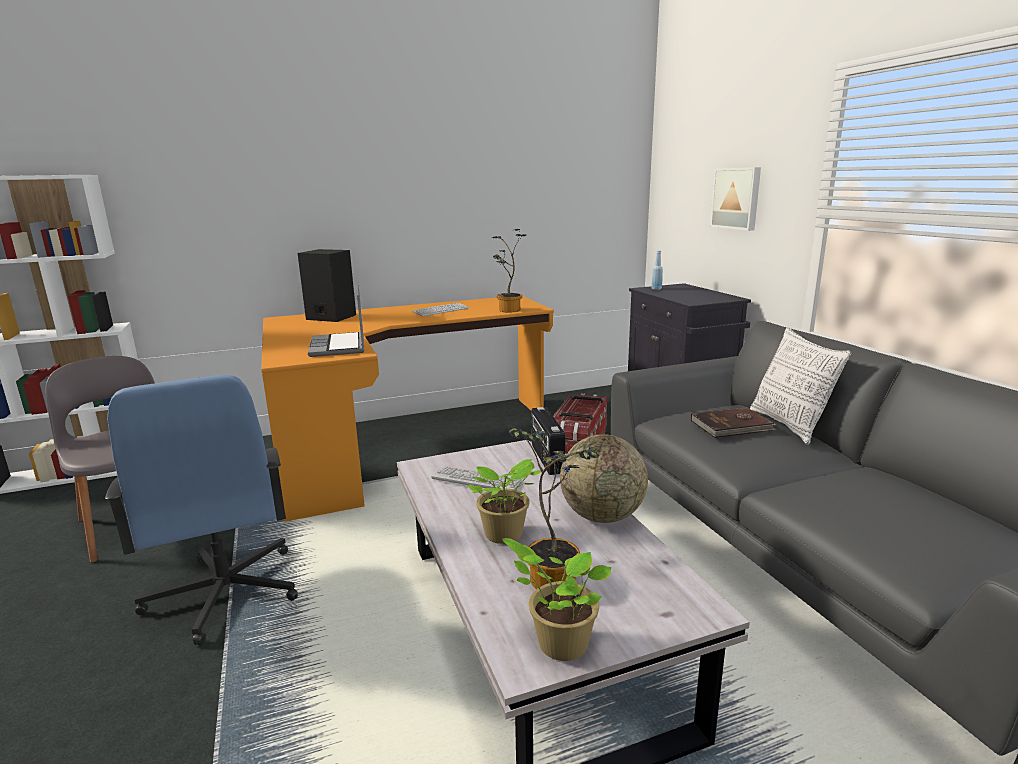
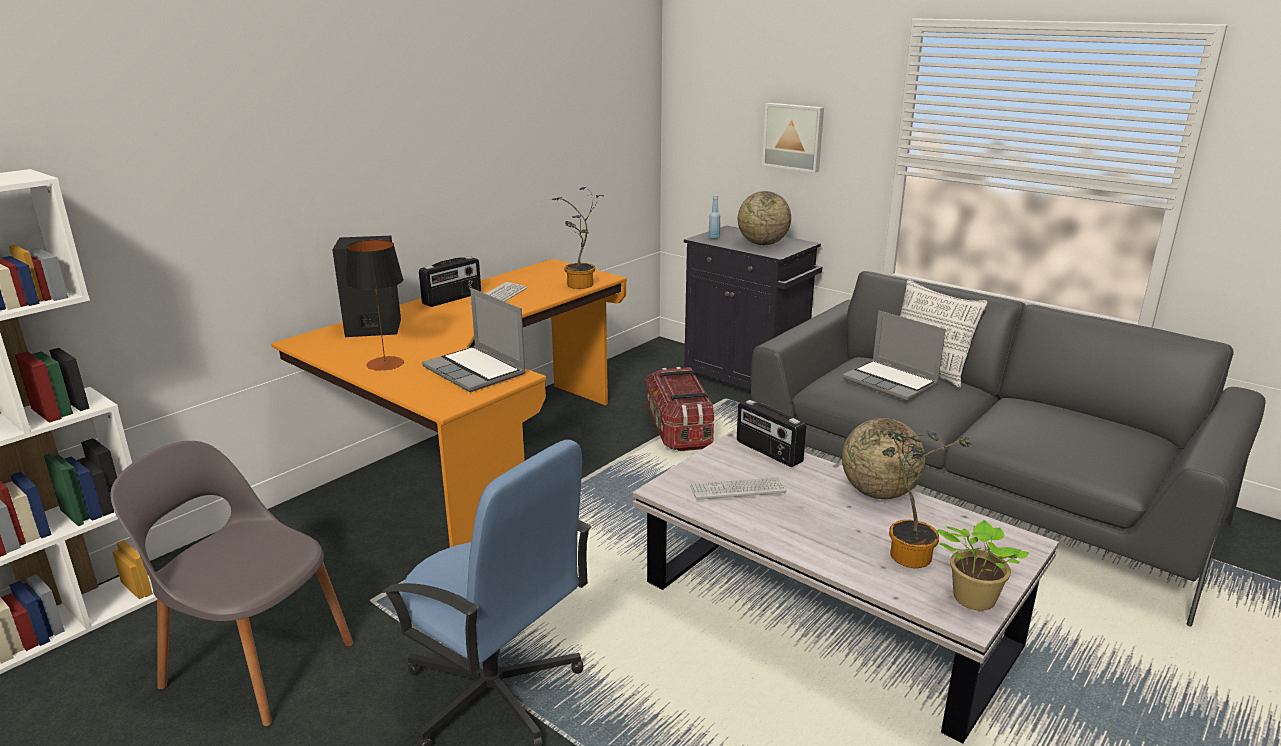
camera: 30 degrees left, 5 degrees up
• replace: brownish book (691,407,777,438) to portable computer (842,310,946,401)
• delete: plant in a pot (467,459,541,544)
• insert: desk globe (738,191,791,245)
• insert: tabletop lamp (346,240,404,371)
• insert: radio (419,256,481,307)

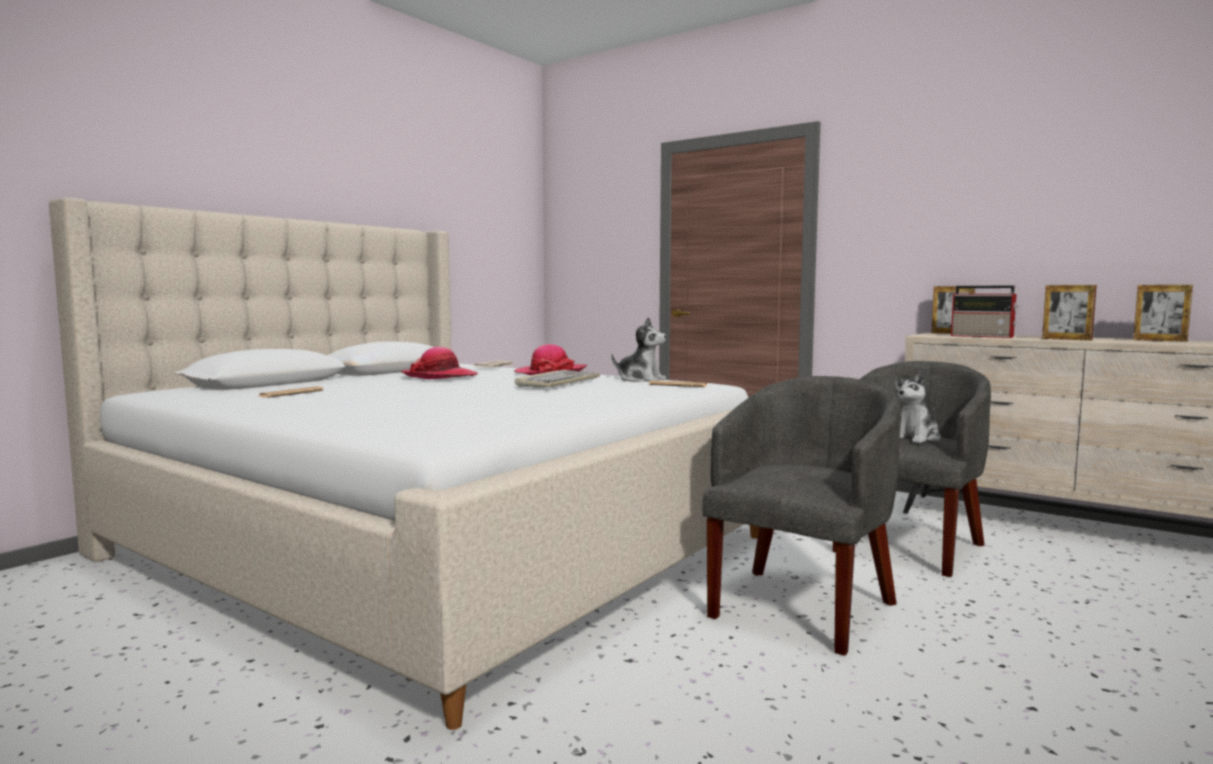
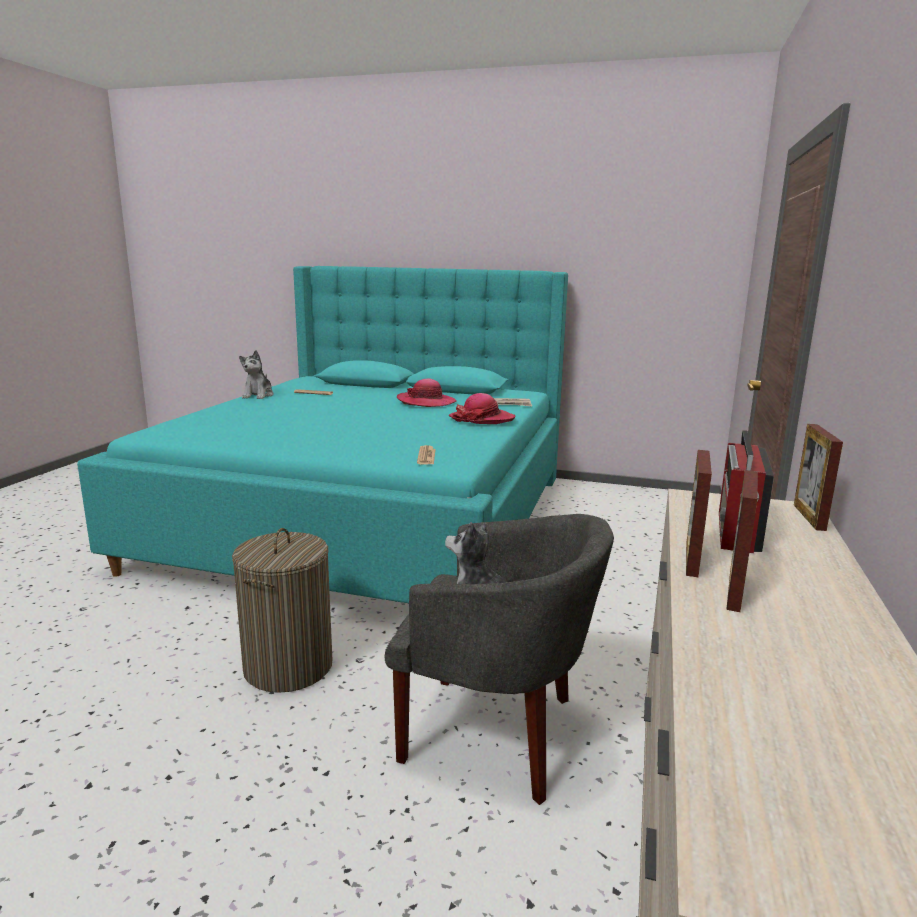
camera: 70 degrees right, 10 degrees up
• recolor: beige-coloured bed (49,197,759,730) to blue-green bed (77,266,568,603)
• move: picture frame (1133,285,1193,342) to (686,450,712,577)
• move: plush toy (611,317,667,382) to (239,350,274,399)
• delete: PC keyboard (515,370,600,387)
• replace: grey armchair (702,376,901,656) to laundry basket (232,528,332,693)

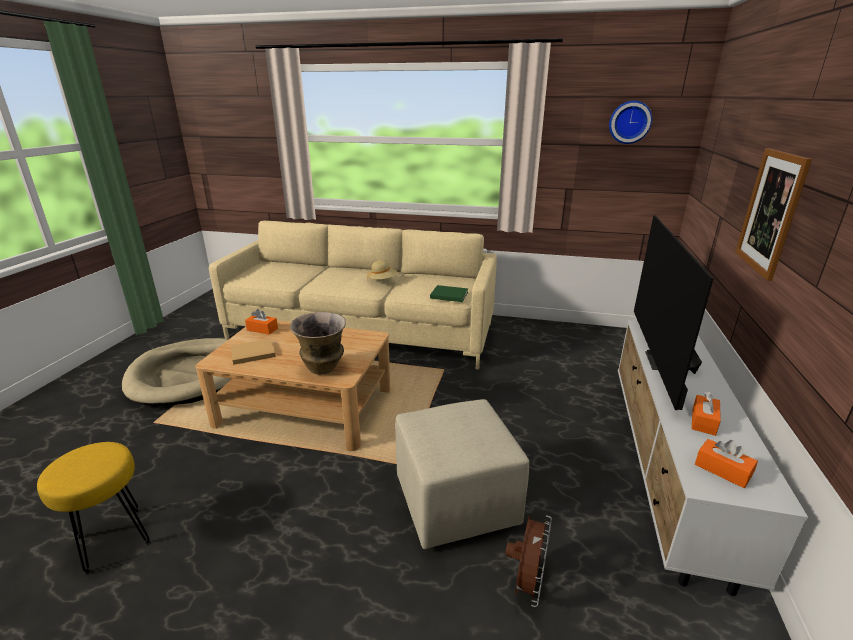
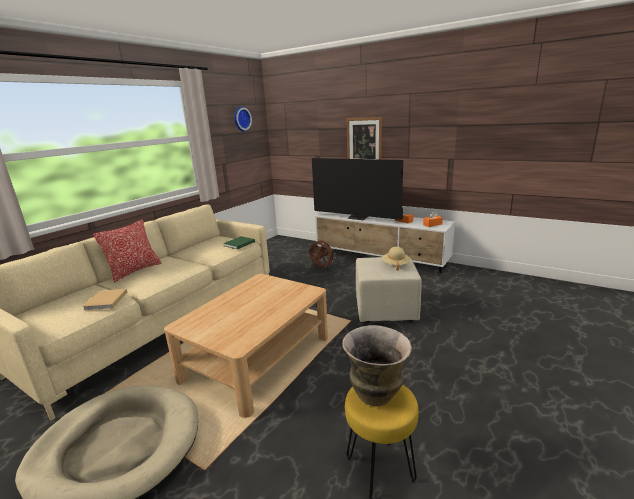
camera: 70 degrees left, 5 degrees down
• move: beige-coloured wearable hat (367,260,397,281) to (382,247,410,271)
• delete: orange-coloured tissue box (245,309,278,335)
• move: vase (290,312,346,375) to (342,325,412,406)
• move: beige-coloured book (231,339,276,365) to (82,289,127,310)
• move: brownish fan (505,515,552,607) to (309,239,335,268)
• insert: throw pillow (93,220,162,283)

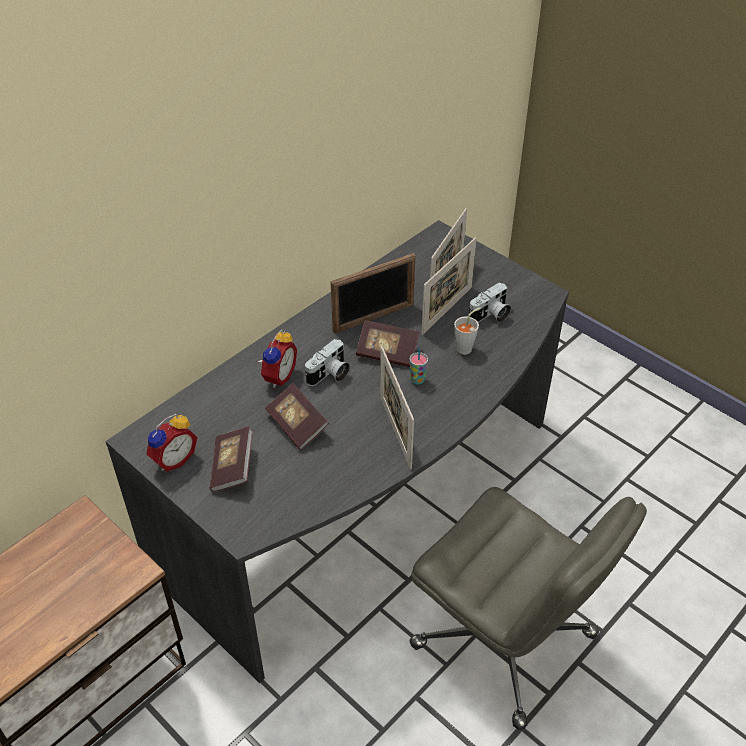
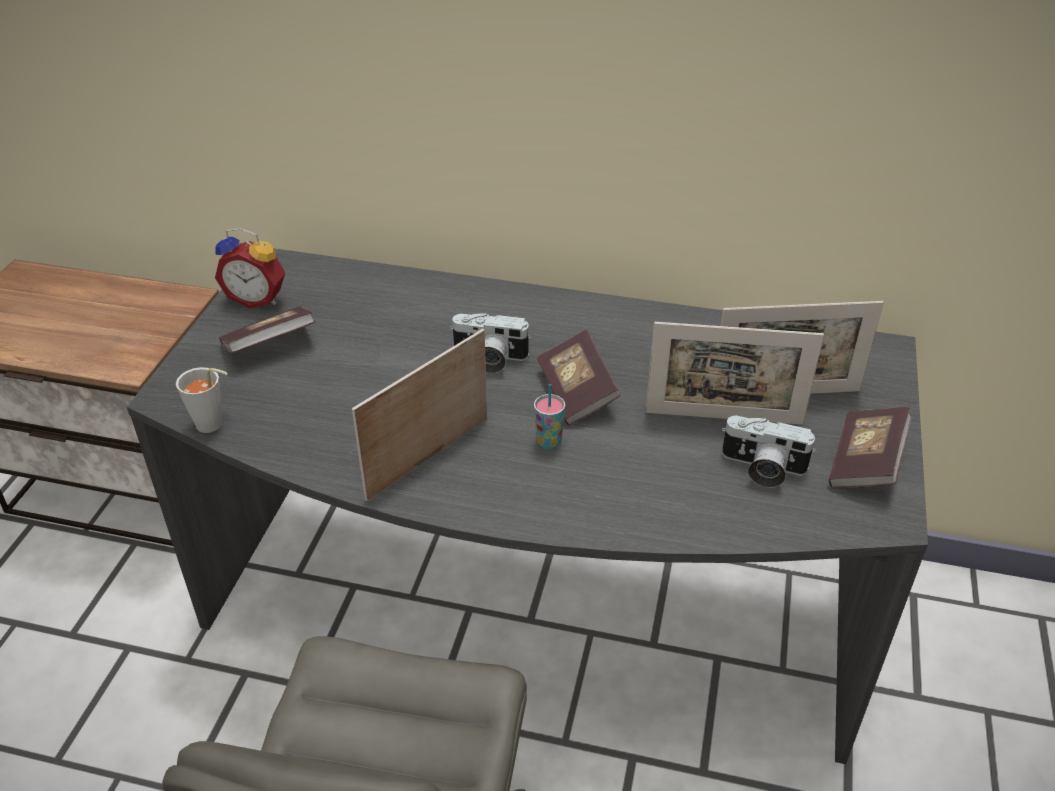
camera: 60 degrees right, 5 degrees down
• delete: picture frame (331,253,415,334)
• move: grey small cup (454,307,481,355) to (176,367,228,433)
• delete: table clock (258,329,297,388)
• move: book (265,383,329,450) to (829,407,912,488)

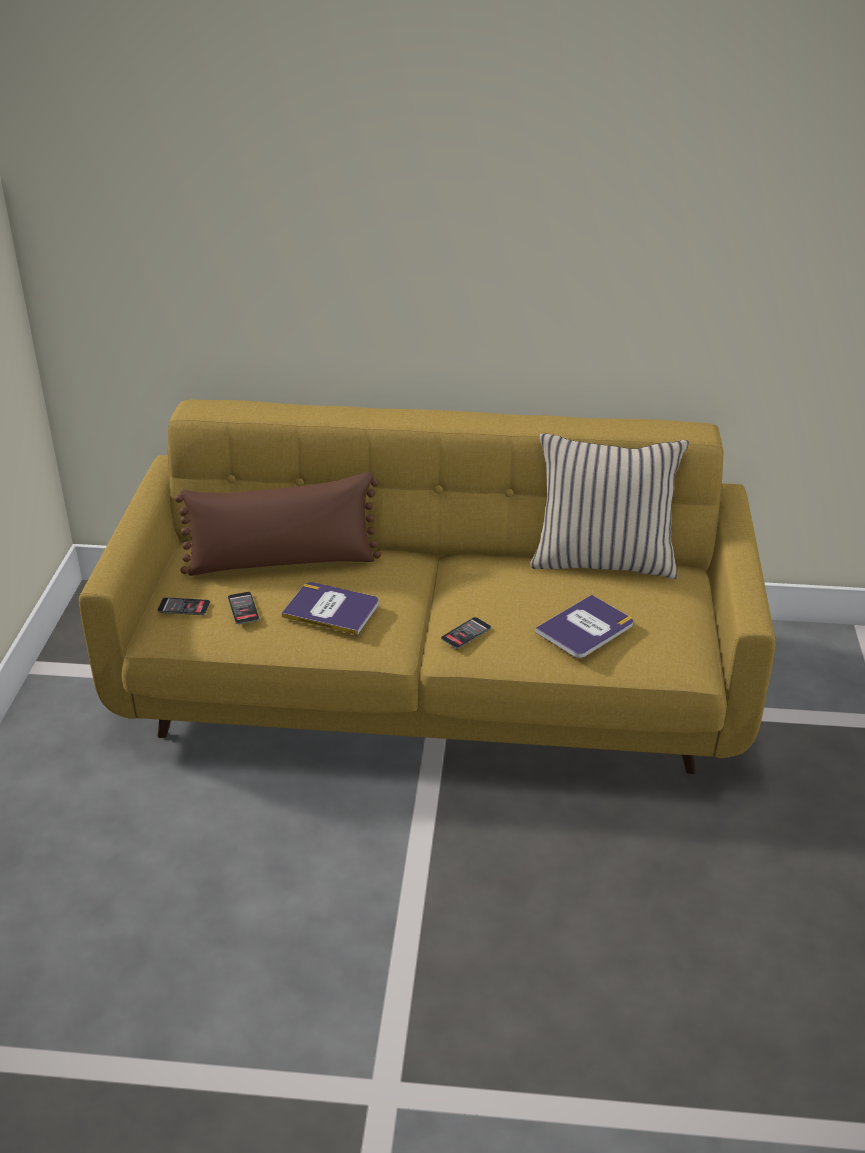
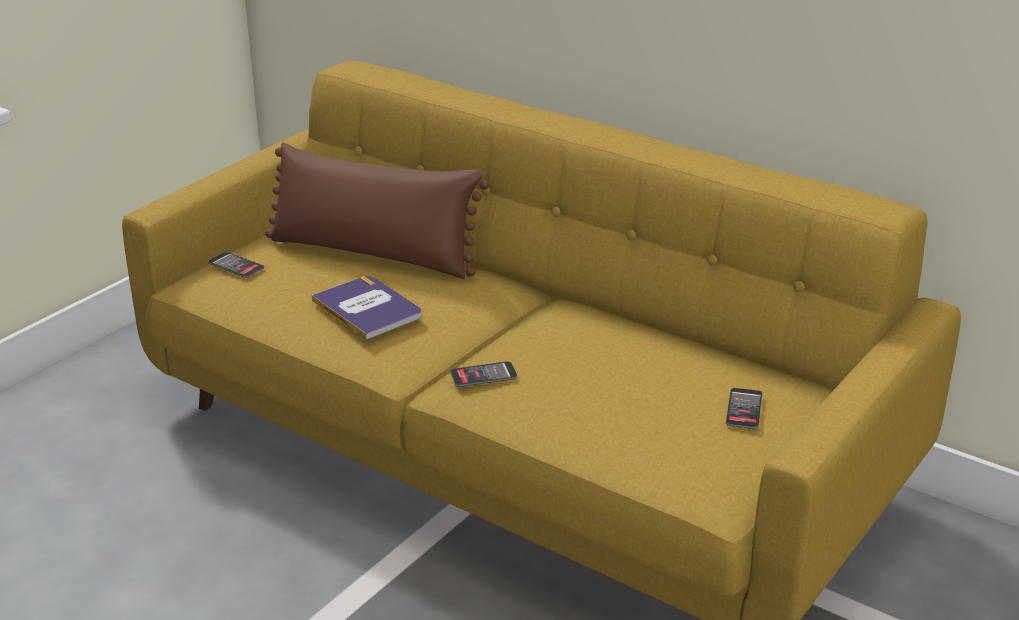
camera: 30 degrees right, 5 degrees down
• delete: beige-coloured throw pillow (530,433,689,579)
• move: handset (228,592,260,624) to (726,388,762,429)
• delete: book (535,595,633,658)

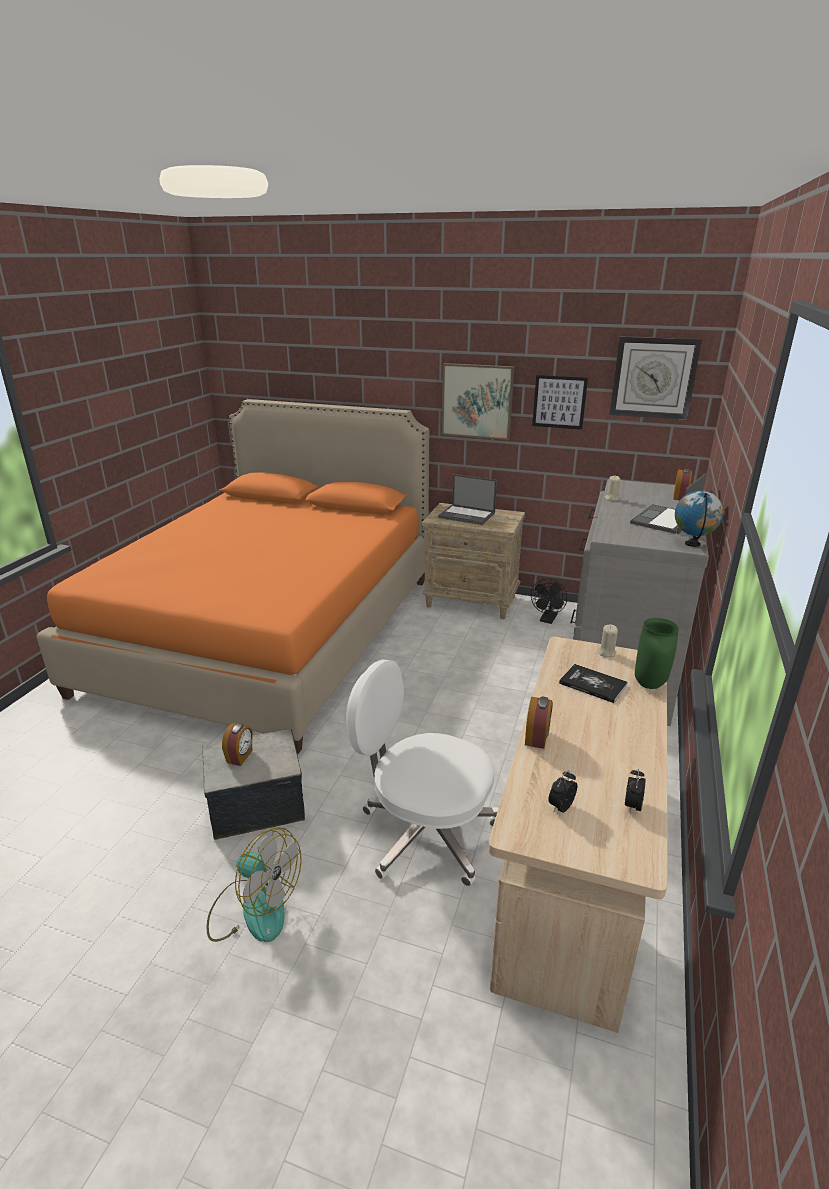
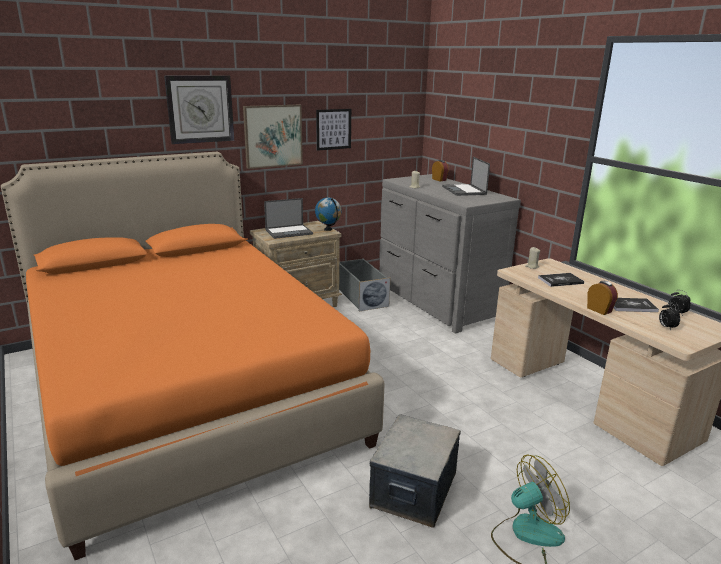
camera: 50 degrees left, 5 degrees down
• move: wall clock (610,336,702,420) to (164,76,234,144)
• move: desk globe (675,491,724,547) to (315,197,341,231)
• replace: black fan (531,578,567,624) to grey storage container (339,258,390,312)
• delete: greenish vase (635,618,679,689)
• delete: white-coloured desk chair (346,659,498,886)
• delete: table clock (222,723,252,766)
• insert: book (614,298,659,312)

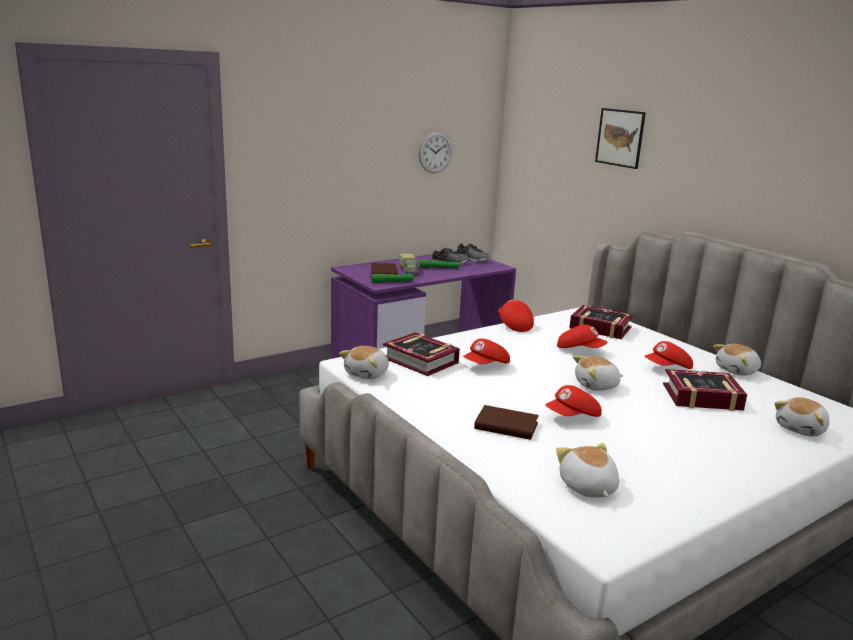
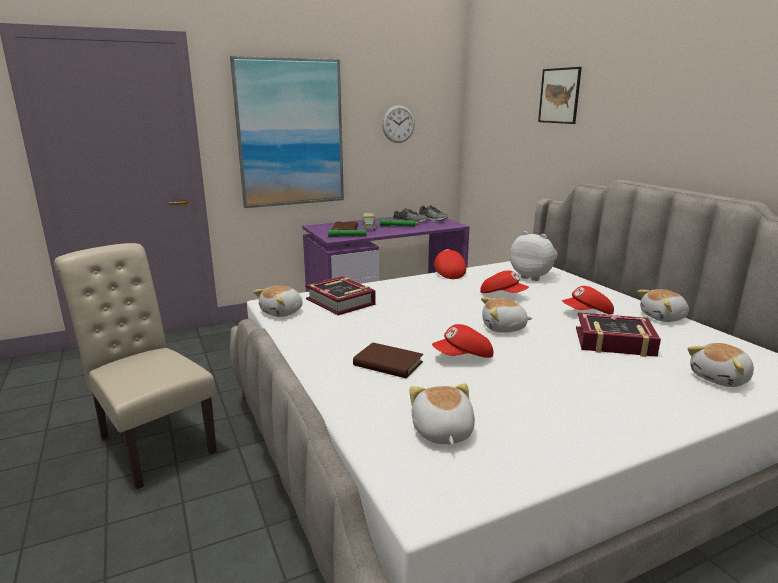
camera: 10 degrees right, 0 degrees up
• replace: book (569,305,633,339) to plush toy (510,231,558,281)
• delete: reddish cap (463,339,510,364)
• insert: wall art (230,56,344,208)
• insert: beige-coloured chair (54,243,217,489)

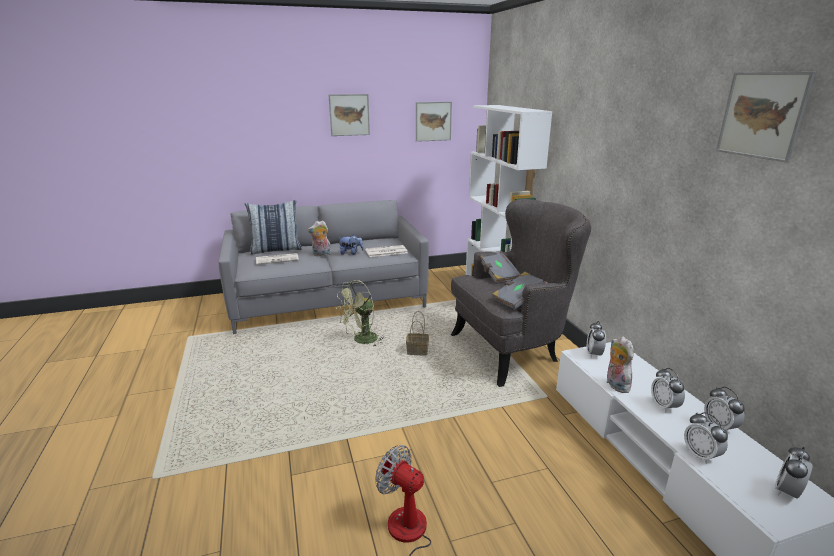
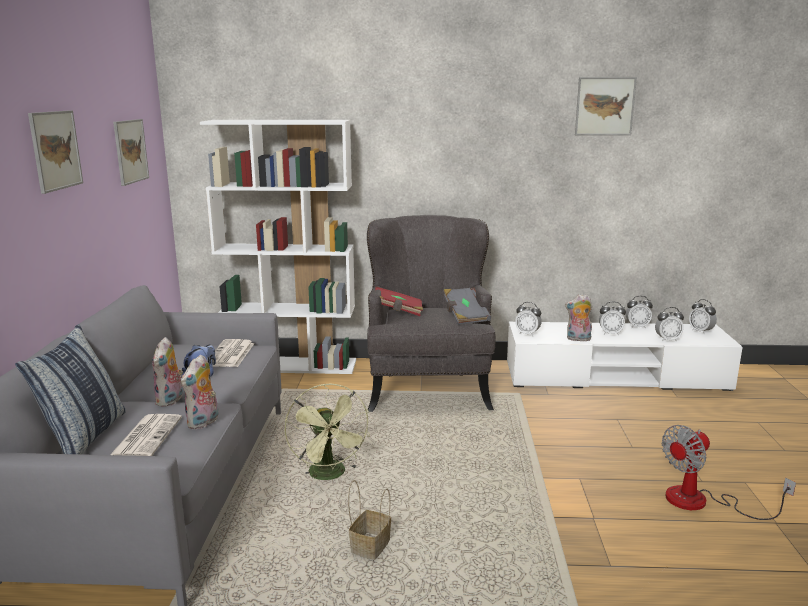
camera: 70 degrees left, 5 degrees down
• recolor: grey book (481,251,521,284) to reddish book (375,286,423,316)
• move: basket (406,311,429,355) to (348,480,391,560)
• insert: plush toy (181,354,219,430)

